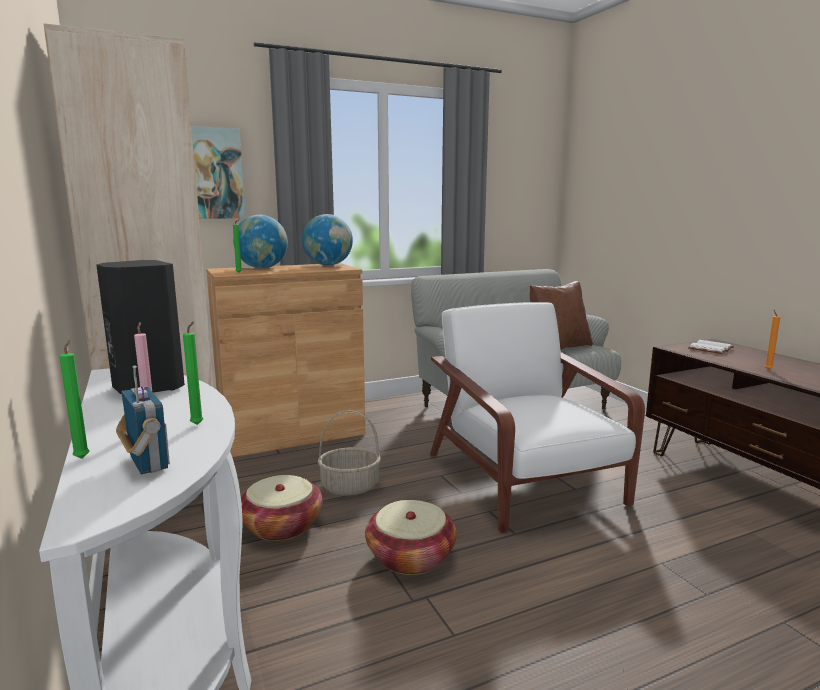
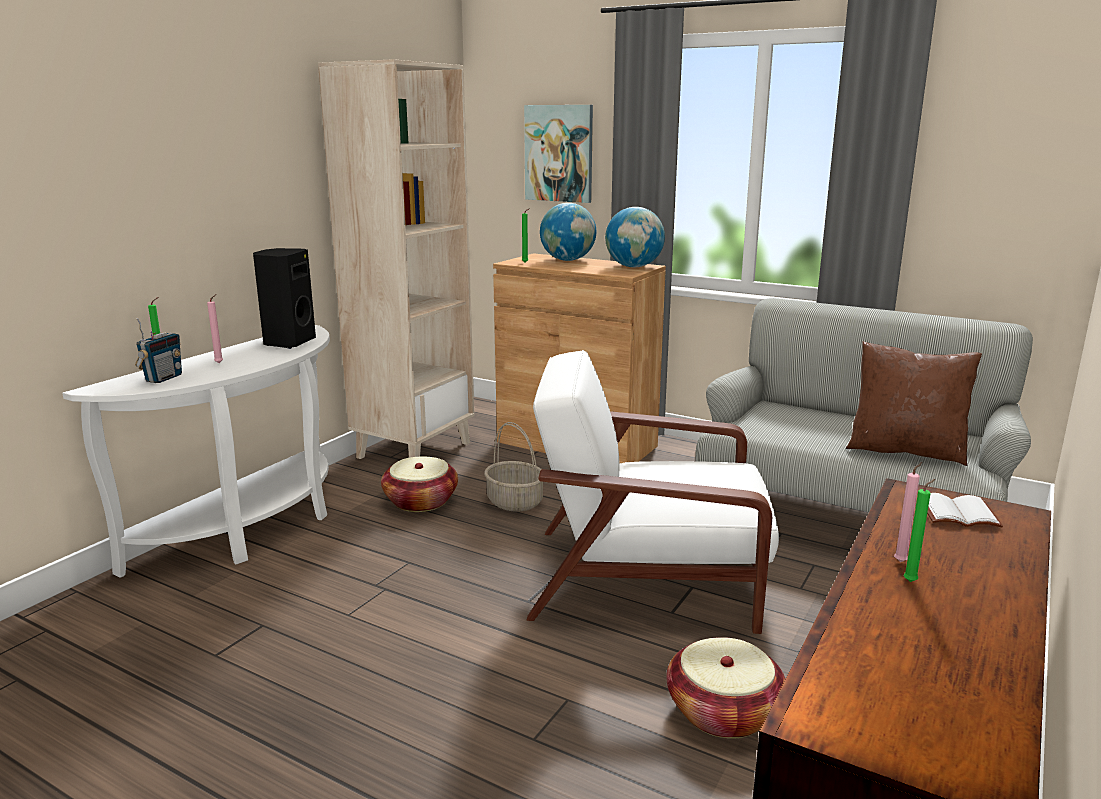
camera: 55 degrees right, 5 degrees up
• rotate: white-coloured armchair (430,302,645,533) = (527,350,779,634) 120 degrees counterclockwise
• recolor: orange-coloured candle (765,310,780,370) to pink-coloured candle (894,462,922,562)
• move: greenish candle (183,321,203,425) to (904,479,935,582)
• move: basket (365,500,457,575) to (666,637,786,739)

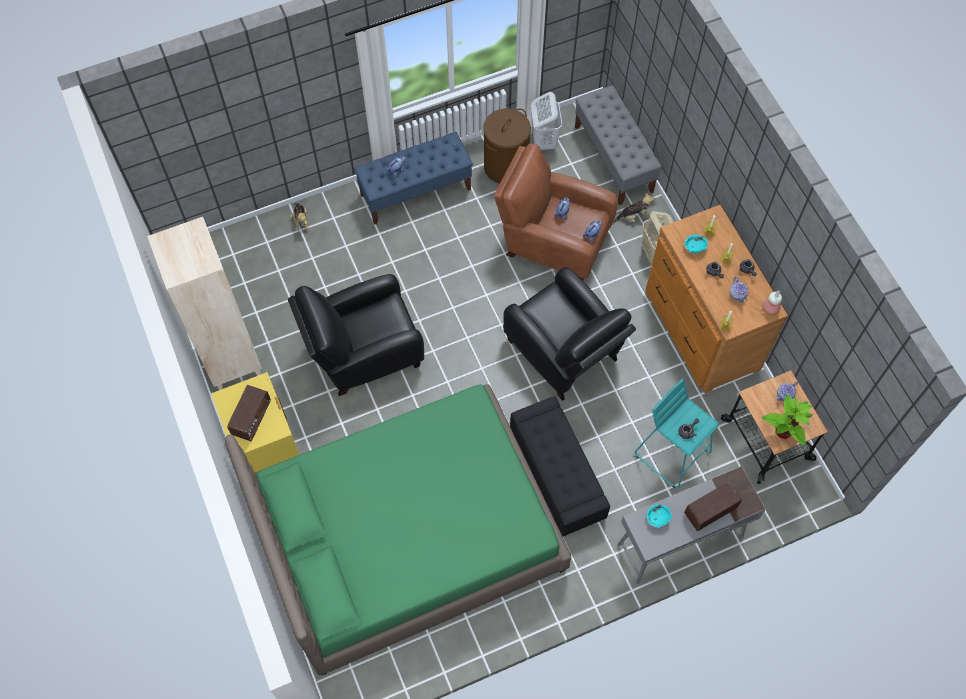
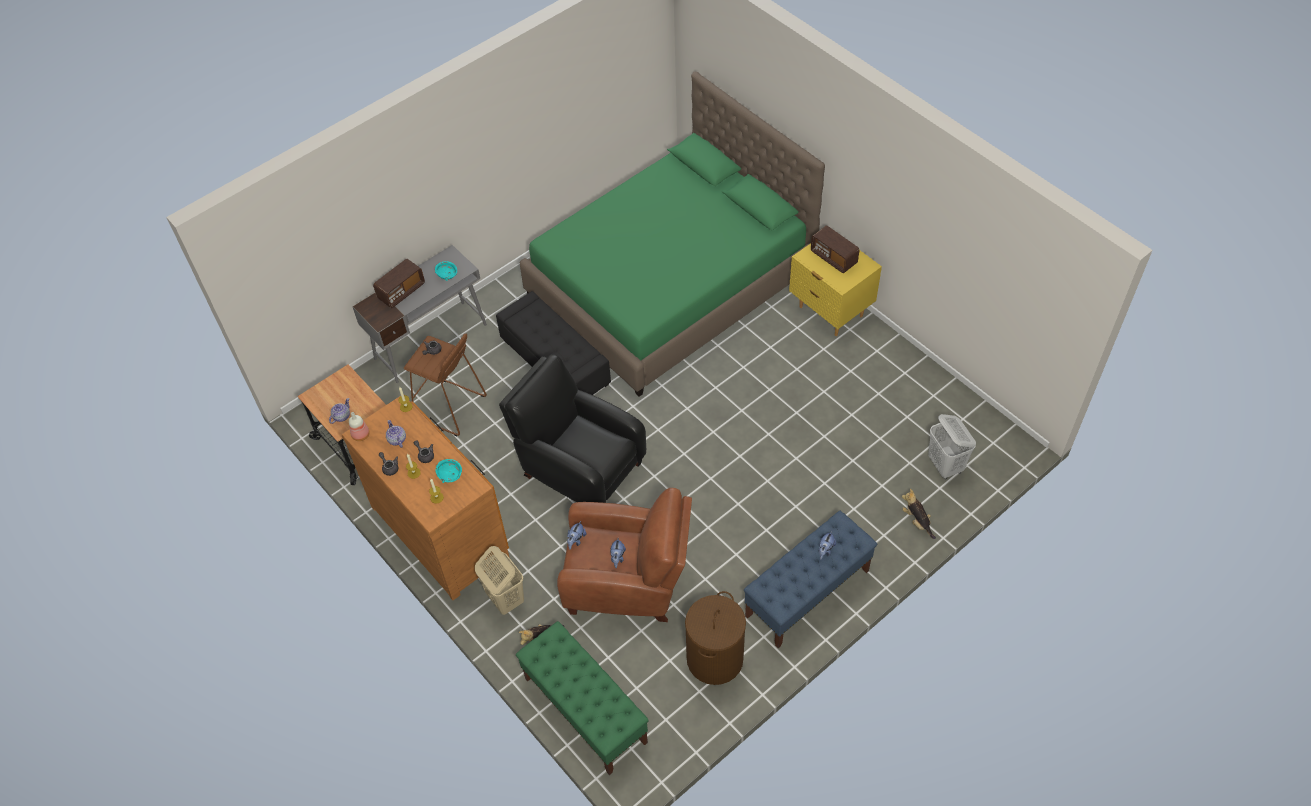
camera: 165 degrees right, 10 degrees down
• recolor: grey long seat (575,85,662,205) to greenish long seat (516,621,649,775)
• move: white-coloured laundry basket (531,92,562,150) to (928,414,976,479)
• delete: beige-coloured bookcase (147,217,262,390)
• delete: black armchair (288,274,424,396)
• recolor: blue-green stool (635,379,719,488) to brownish stool (404,334,487,436)
• rotate: radio (227,385,271,441) = (811,226,860,273) 45 degrees counterclockwise
• delete: plant in a pot (762,394,813,446)

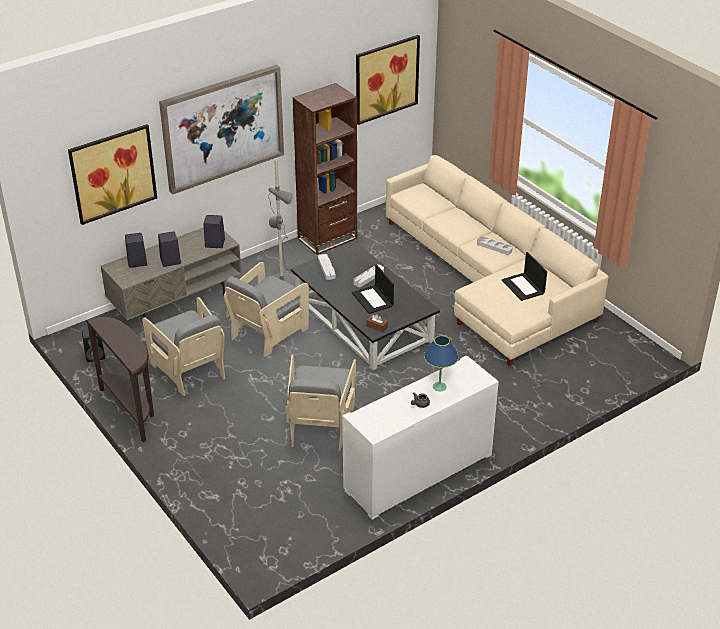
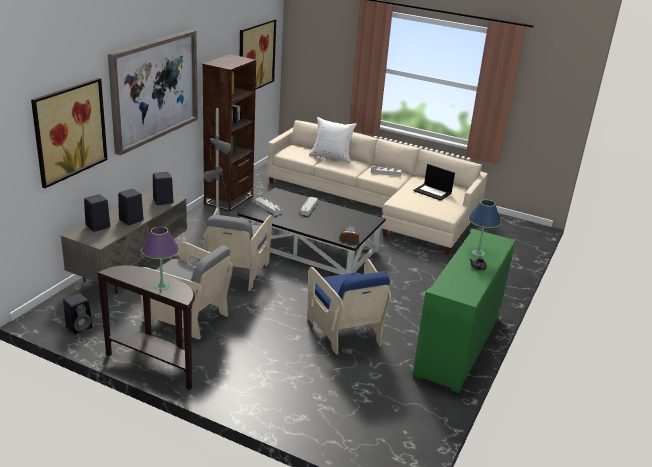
camera: 30 degrees left, 10 degrees down
• delete: portable computer (352,264,394,314)
• recolor: grey armchair (285,355,356,451) to blue armchair (307,259,391,355)
• recolor: white-coloured cabinet (342,355,499,520) to greenish cabinet (413,229,516,393)
• insert: white-coloured throw pillow (309,117,357,163)
• insert: purple tabletop lamp (141,227,179,290)

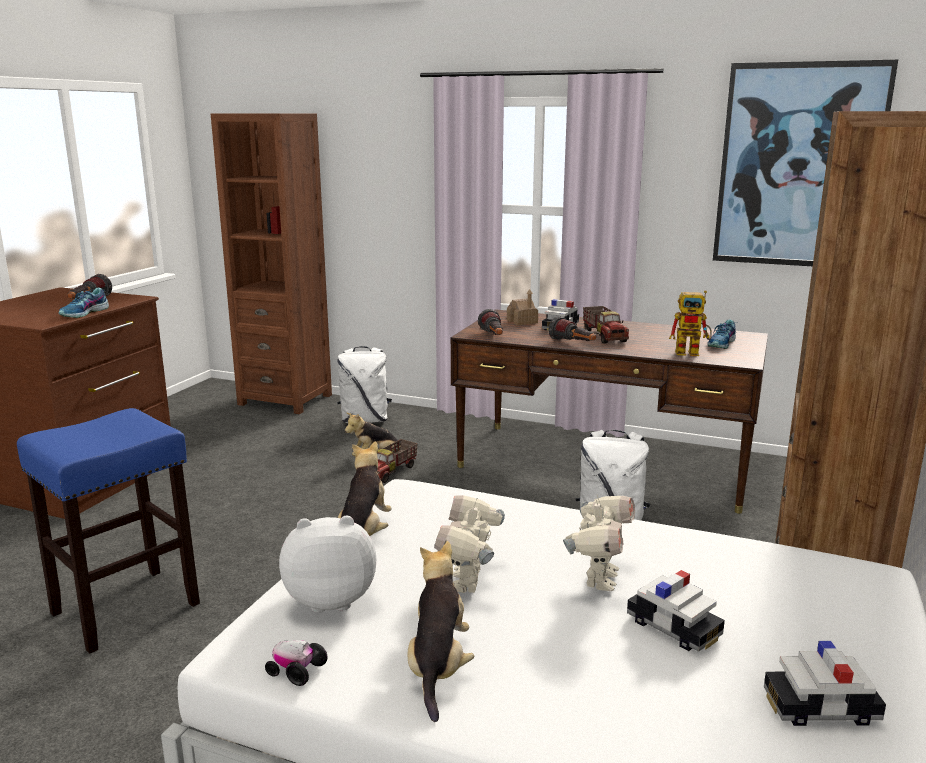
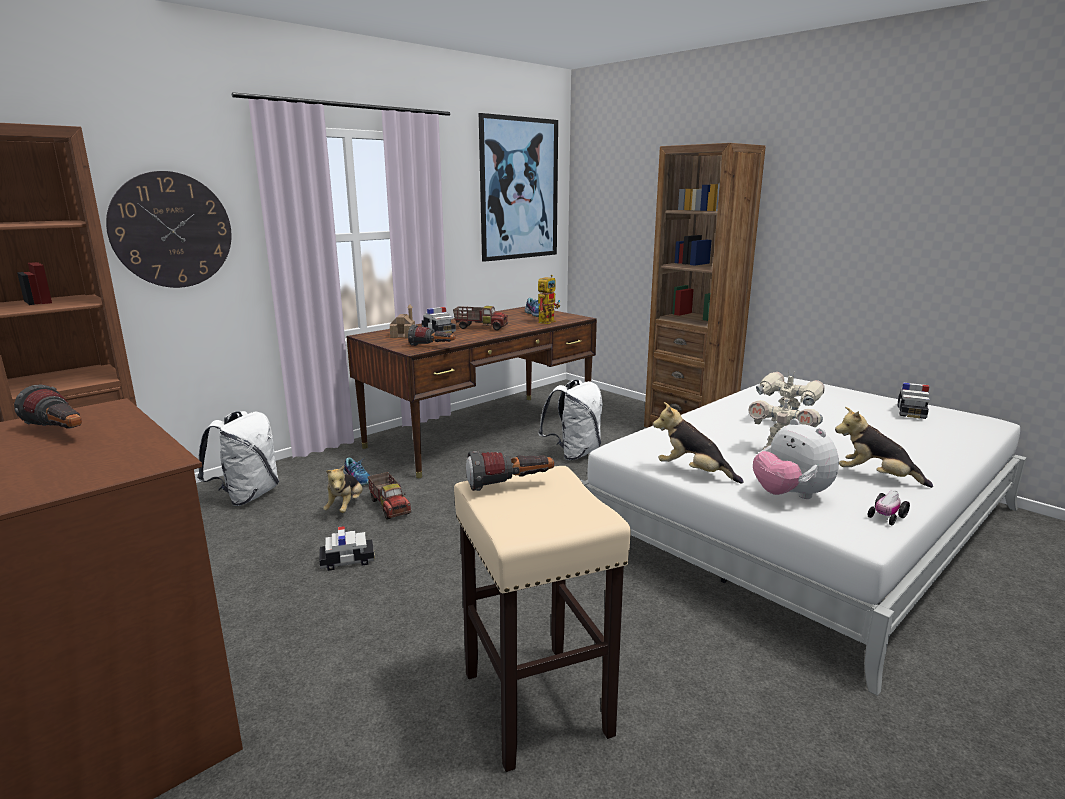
camera: 65 degrees left, 0 degrees up
• move: item of footwear (59,287,109,318) to (343,457,370,486)
• move: torch (548,316,596,341) to (466,451,554,491)
• recolor: blue stool (17,408,200,654) to beige-coloured stool (454,466,631,772)
• rotate: plush toy (279,516,377,613) = (753,419,839,499) 45 degrees counterclockwise
• move: model car (627,570,725,652) to (319,526,375,571)
• insert: wall clock (106,171,232,288)

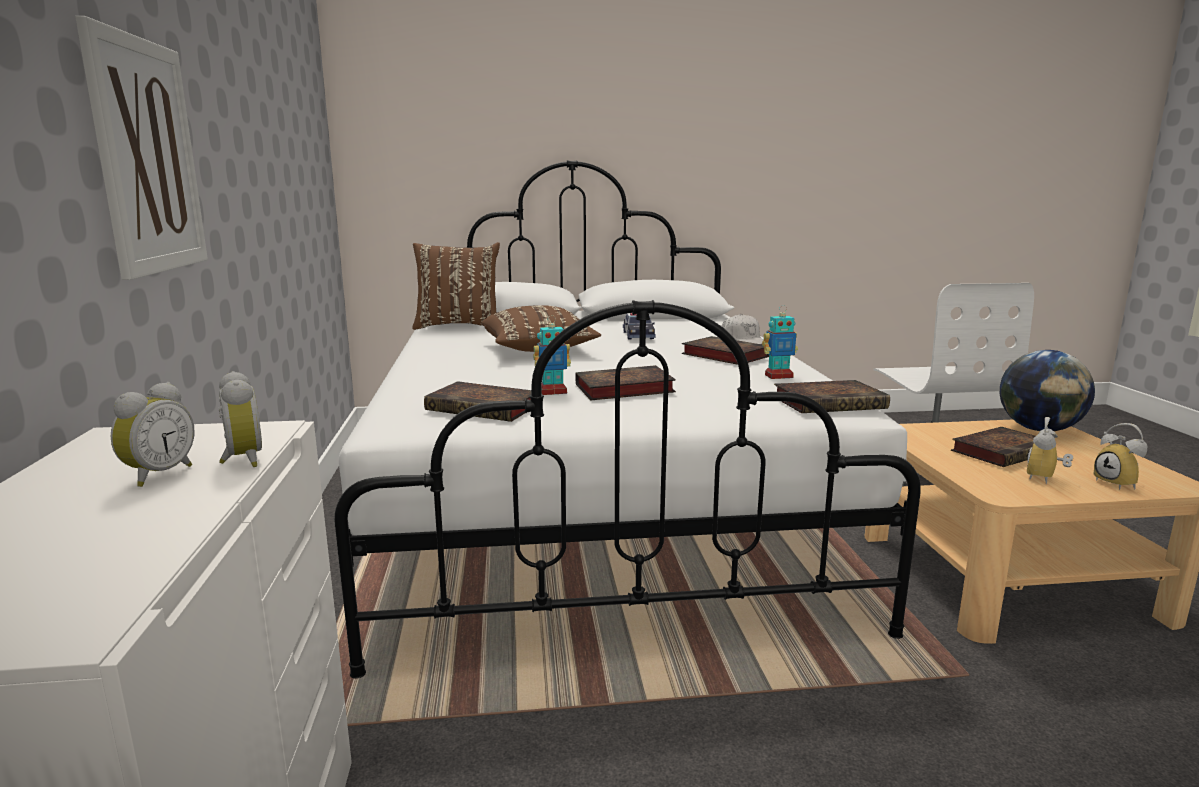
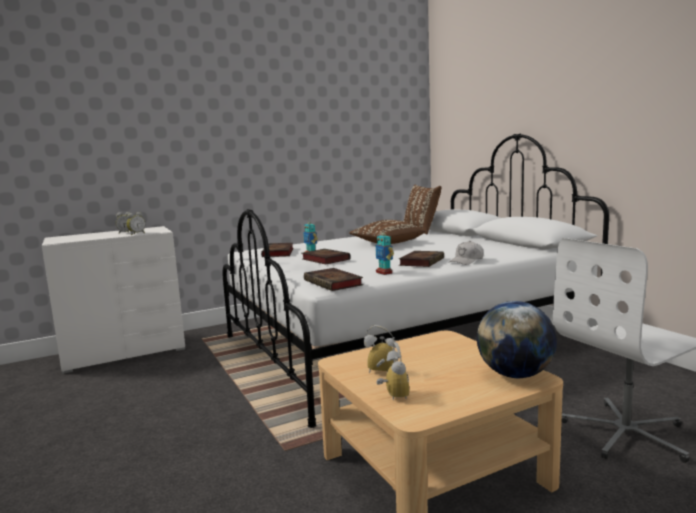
camera: 70 degrees right, 5 degrees down
• delete: wall art (75,16,208,280)
• delete: model car (623,313,656,340)
• rotate: table clock (1094,423,1147,490) = (376,342,409,400) 120 degrees clockwise
• delete: book (951,427,1035,467)

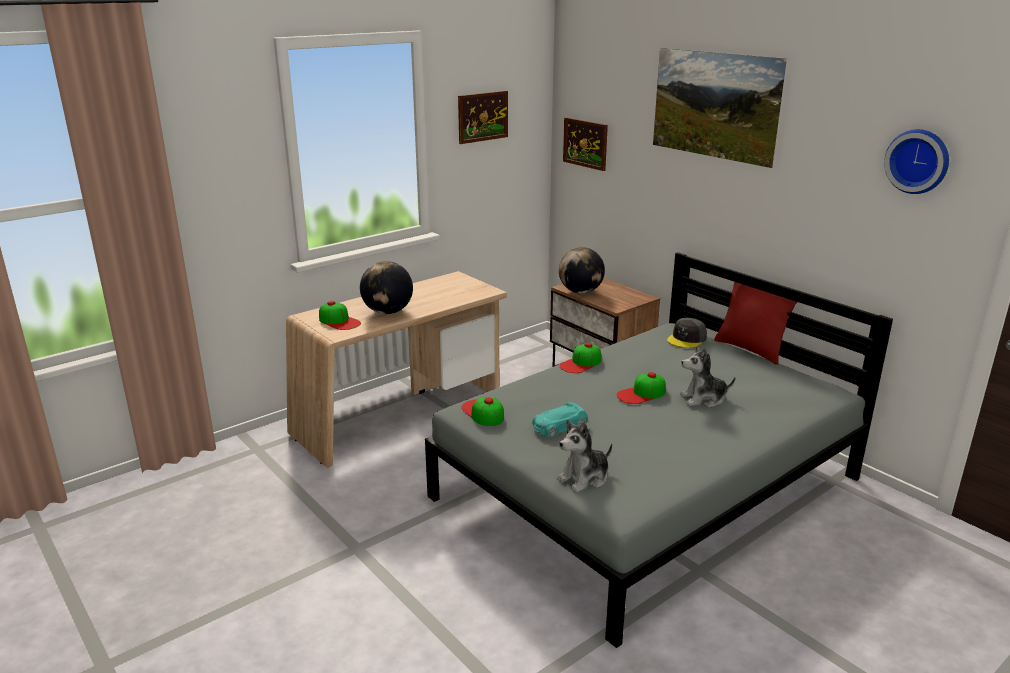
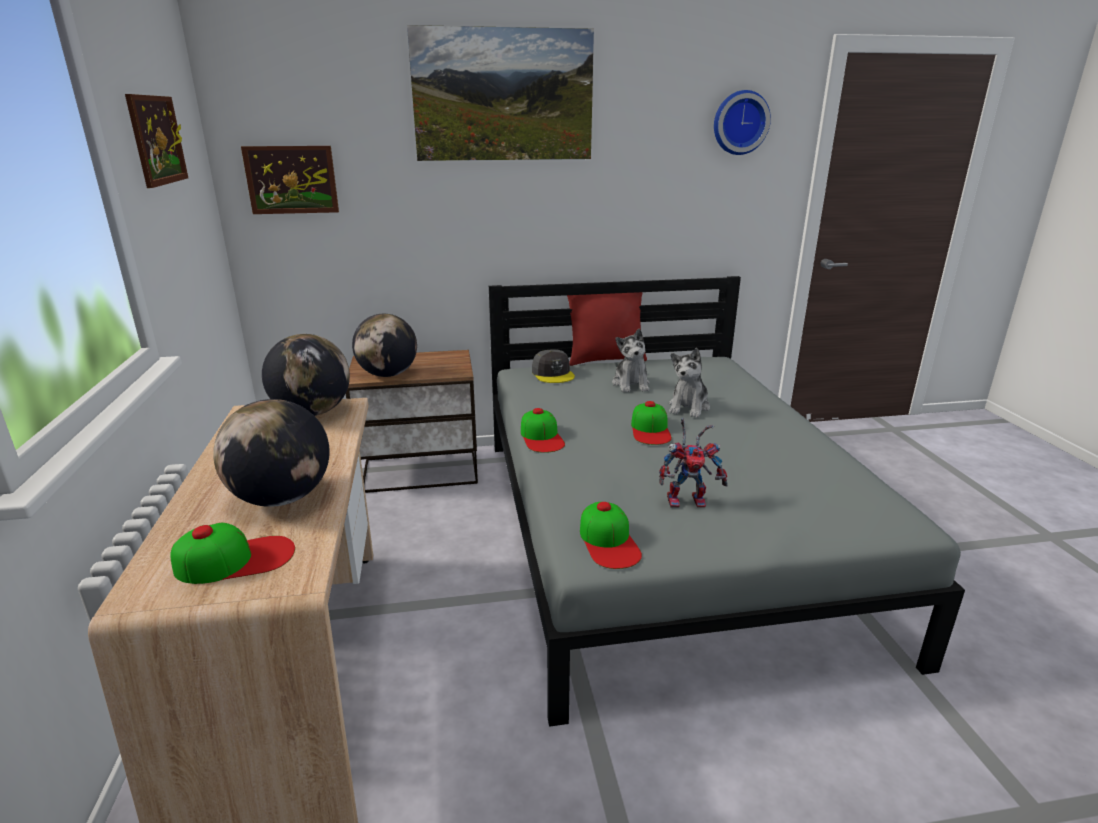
camera: 60 degrees left, 0 degrees up
• rotate: cap (462,397,504,426) = (580,502,642,569) 105 degrees counterclockwise
• replace: blue-green model car (532,402,588,438) to model robot (659,417,728,508)
• move: plush toy (557,420,612,493) to (612,329,650,392)
• insert: desk globe (262,334,350,416)

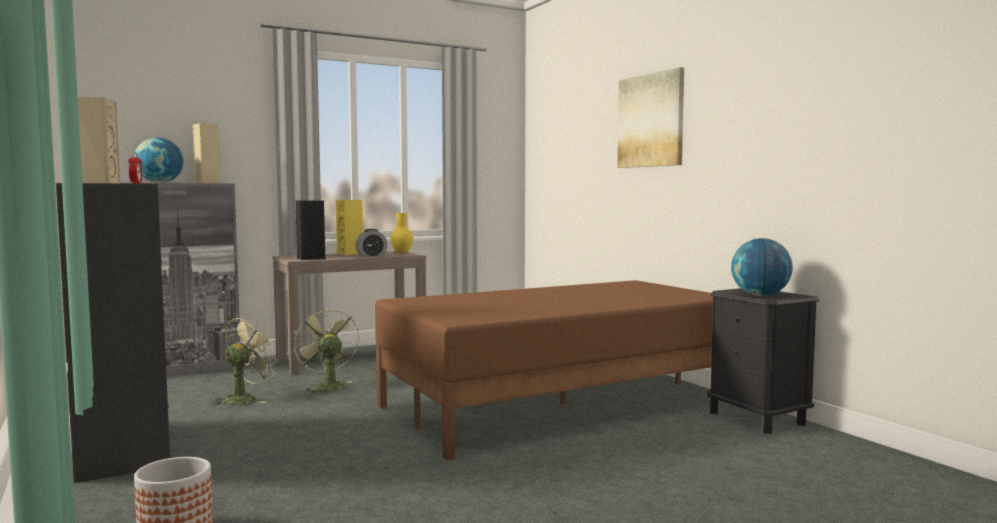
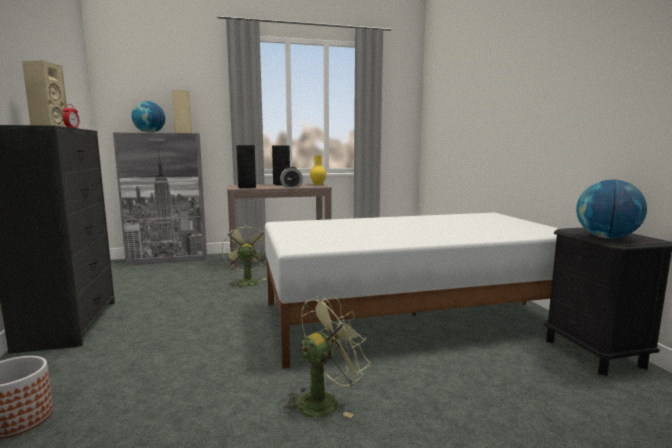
camera: 15 degrees right, 5 degrees up
• delete: wall art (618,67,684,168)
• recolor: yellowish speaker (336,200,363,255) to black speaker (272,145,290,186)
• recolor: brownish bed (375,280,713,461) to white-coloured bed (265,213,559,369)
• move: greenish fan (211,315,278,405) to (283,295,370,418)

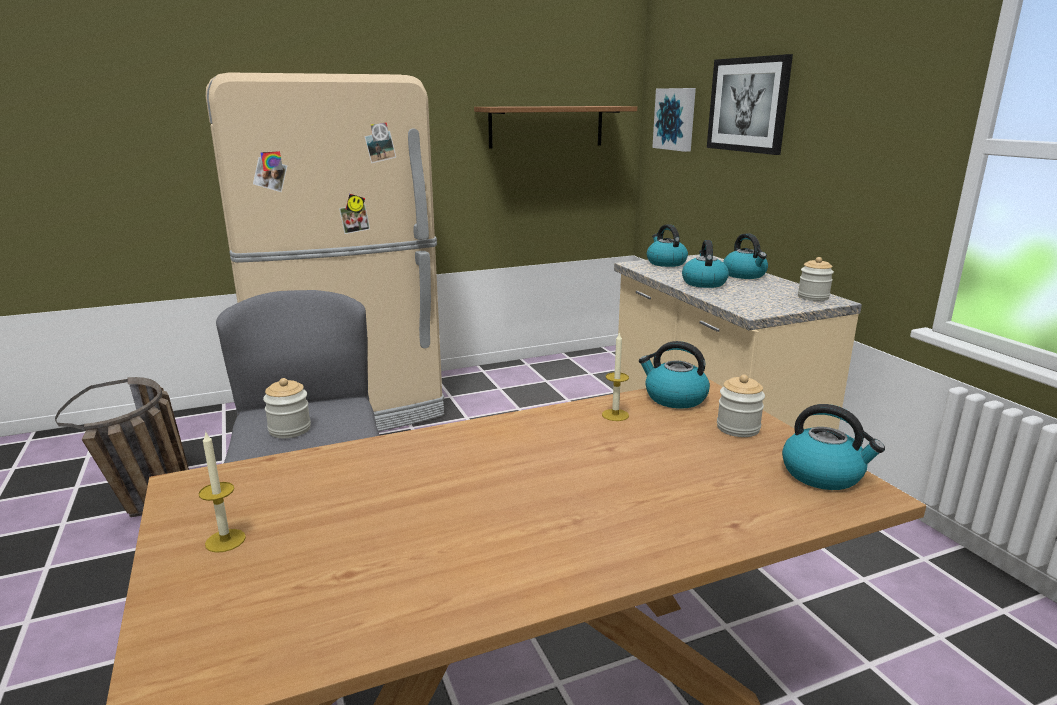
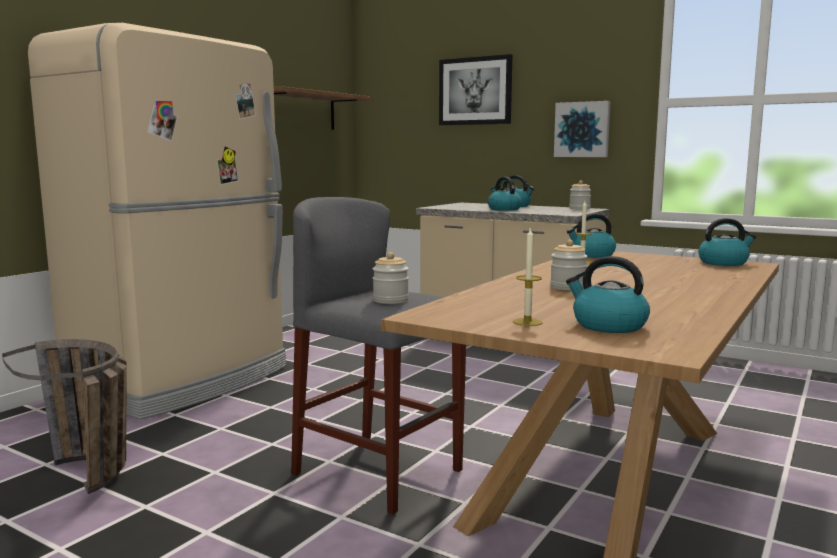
camera: 35 degrees left, 10 degrees down
• move: wall art (652,88,696,152) to (554,101,610,157)
• move: water kettle (647,224,688,267) to (566,256,650,333)
• move: jar (717,375,765,437) to (550,240,588,290)

